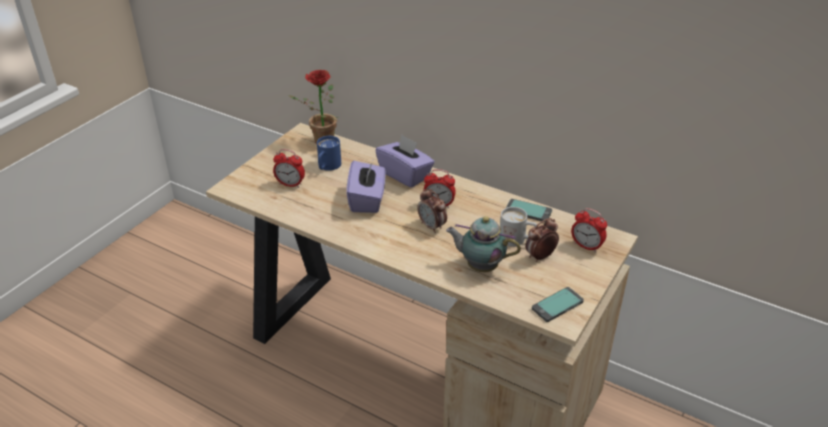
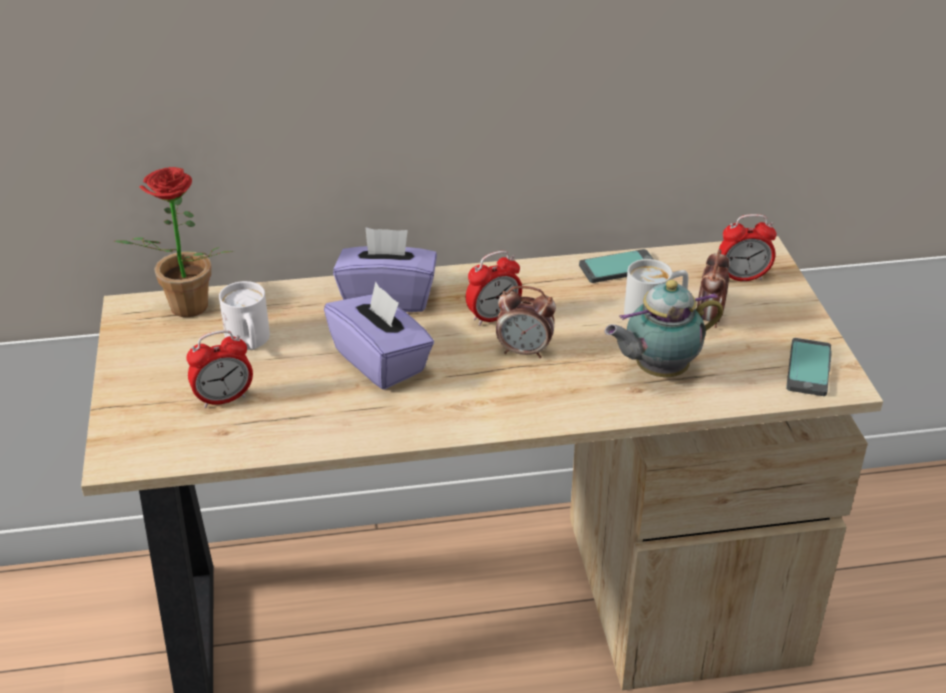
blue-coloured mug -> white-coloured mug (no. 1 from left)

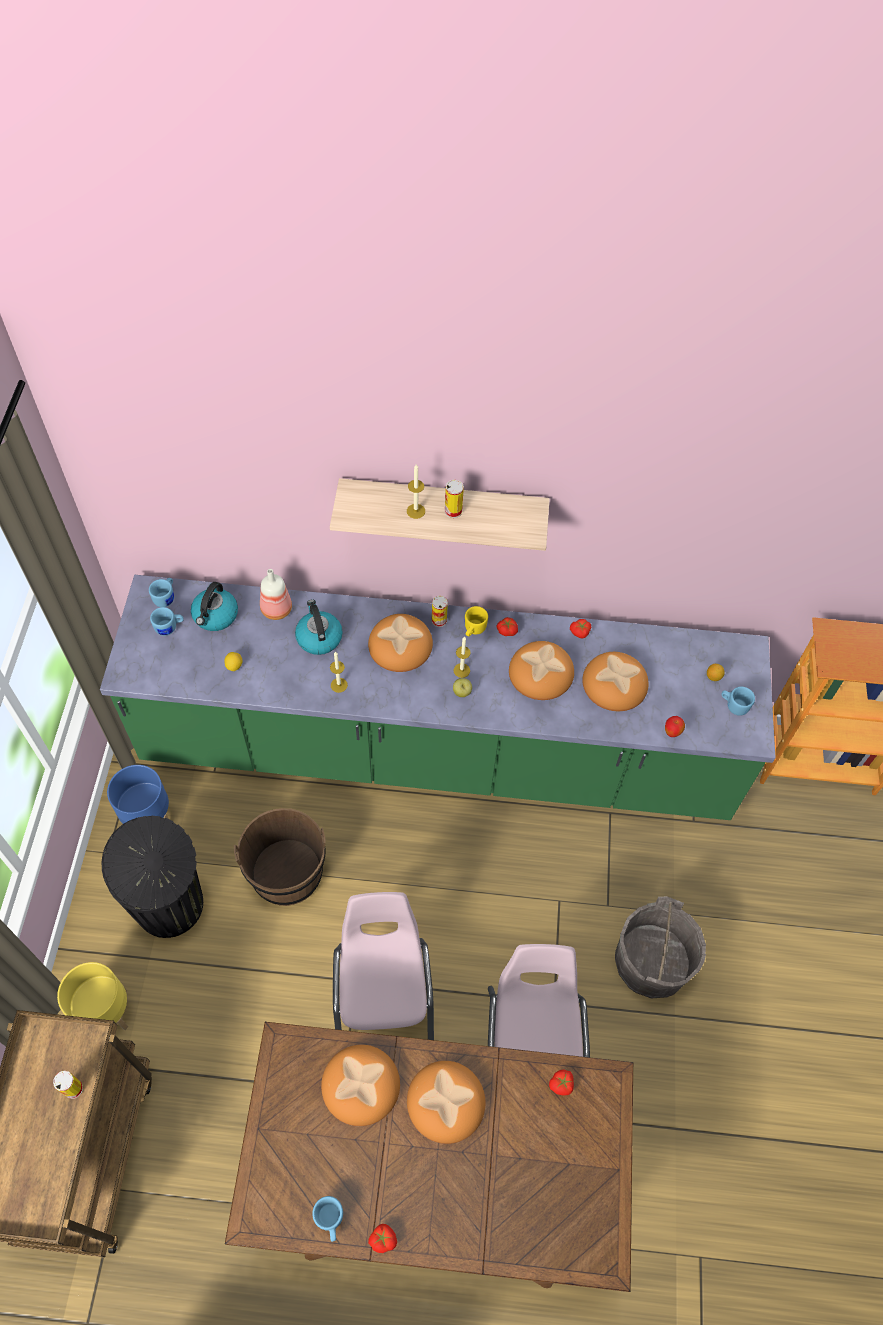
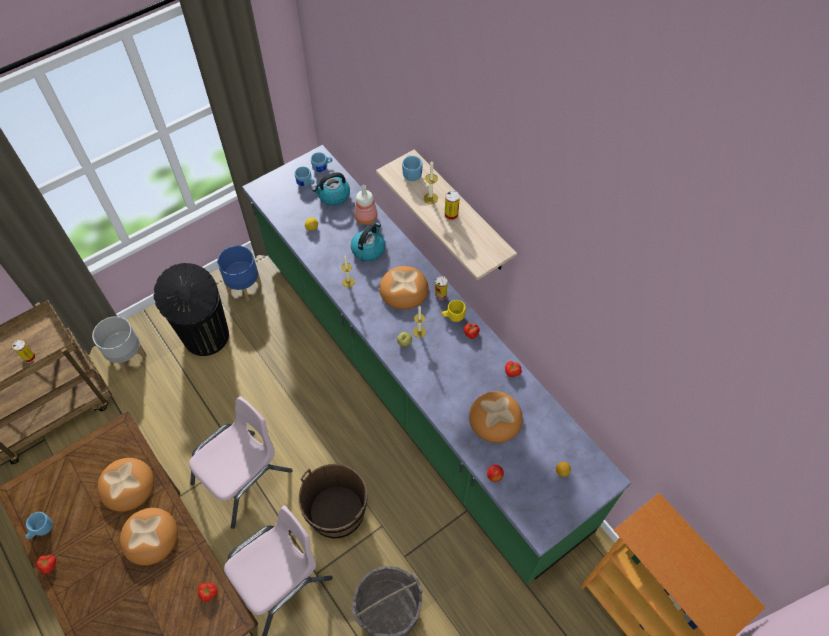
bread (no. 4 from left) -> none
brown-coloured bucket, relocated
blue-coloured mug (no. 4 from left), relocated
yellow-coloured flower pot -> greyish flower pot

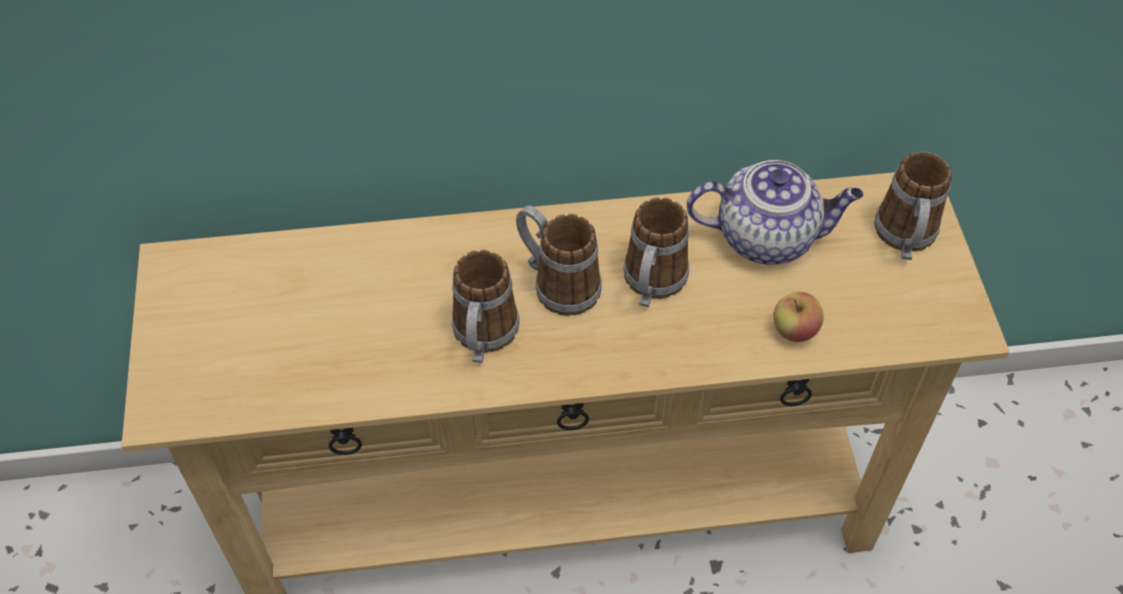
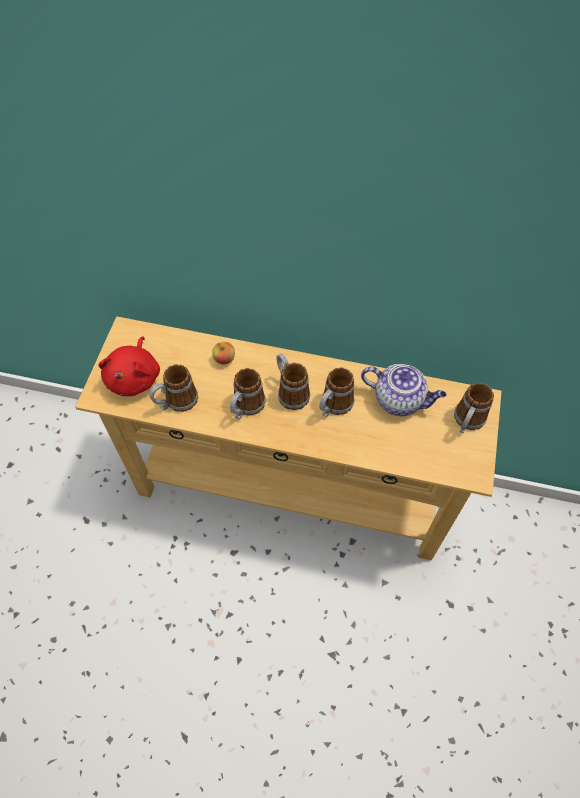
none -> red-coloured cuddly toy
none -> mug (no. 1 from left)
apple fruit, relocated

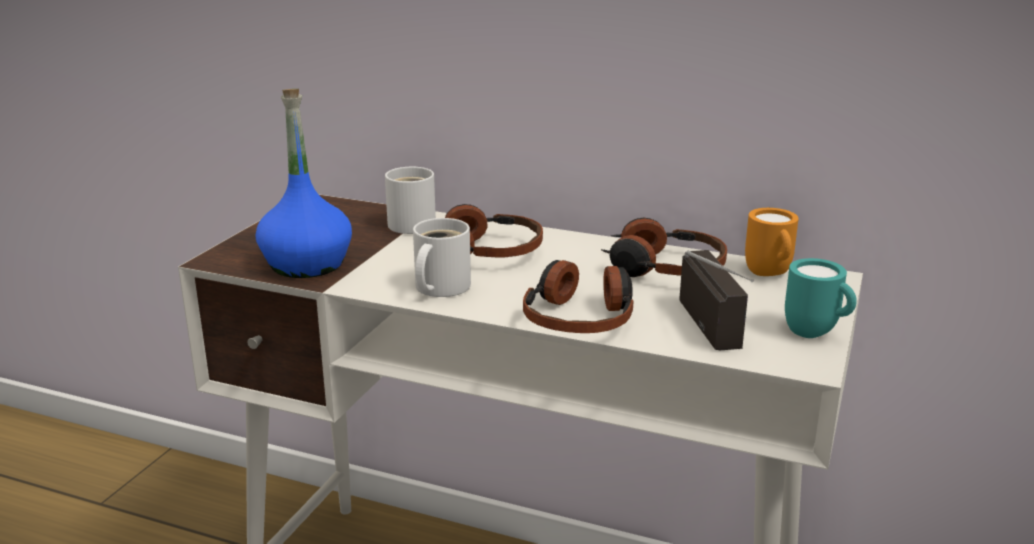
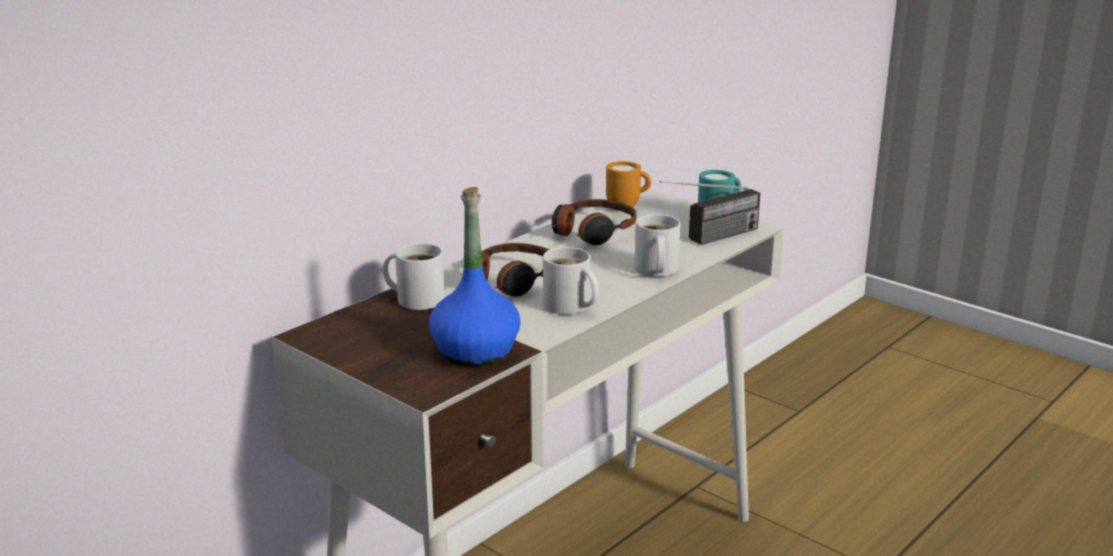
pair of headphones (no. 2 from left) -> white-coloured mug (no. 3 from left)
radio receiver, 135 degrees clockwise

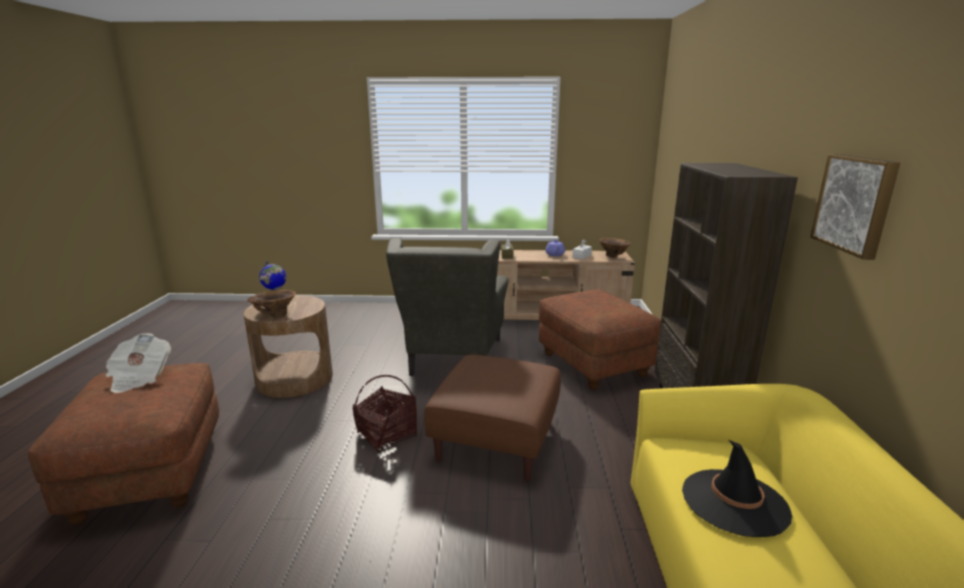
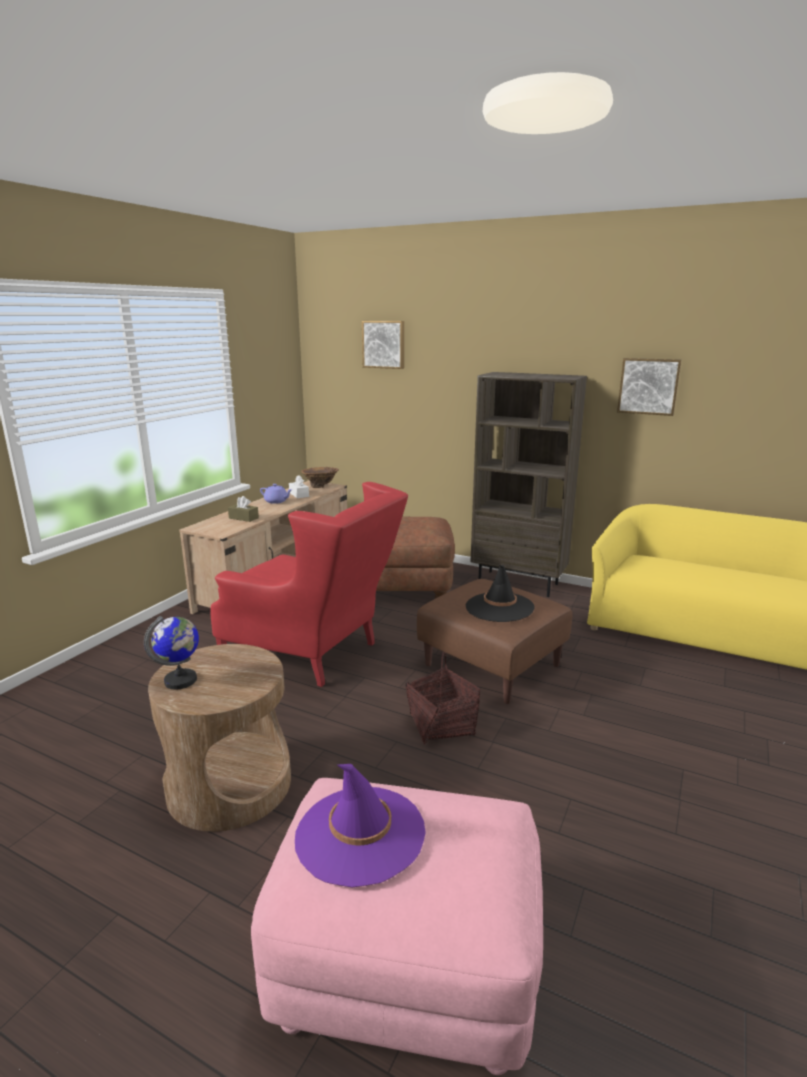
brown-coloured vase (no. 1 from left) -> none
none -> wall picture (no. 1 from left)
black hat, relocated
newspaper -> purple-coloured hat
brown-coloured footrest (no. 1 from left) -> pink footrest
greyish armchair -> red-coloured armchair

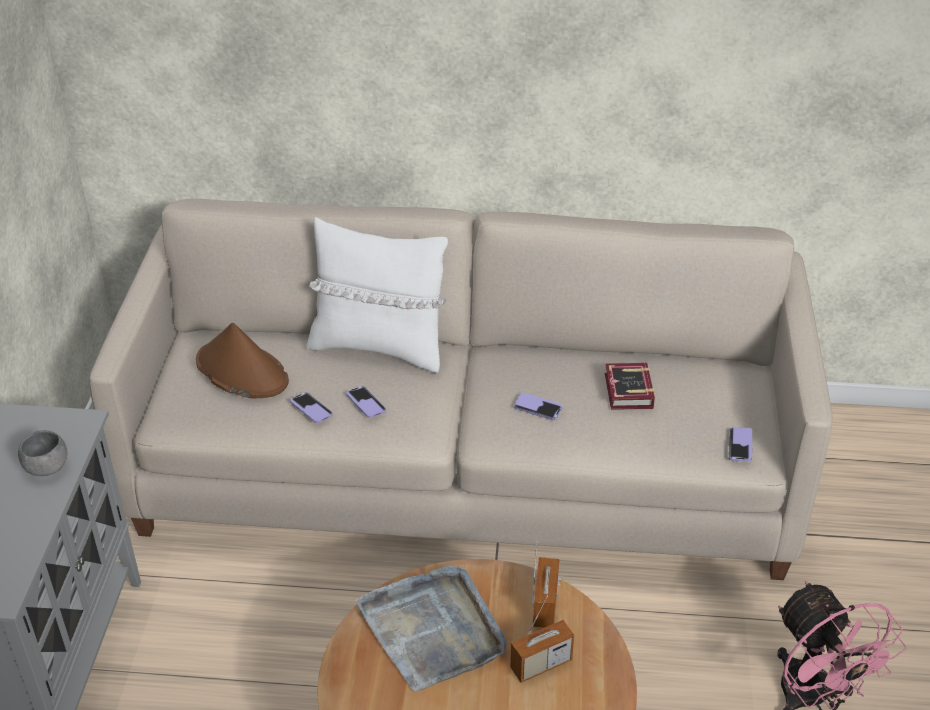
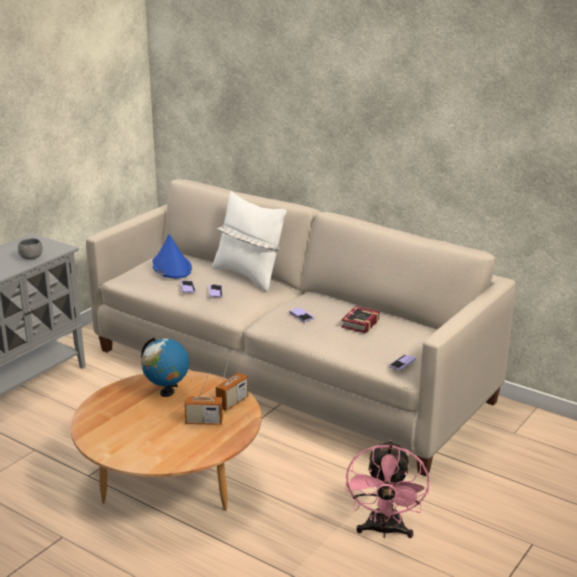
greyish tray -> globe
brown-coloured hat -> blue-coloured hat

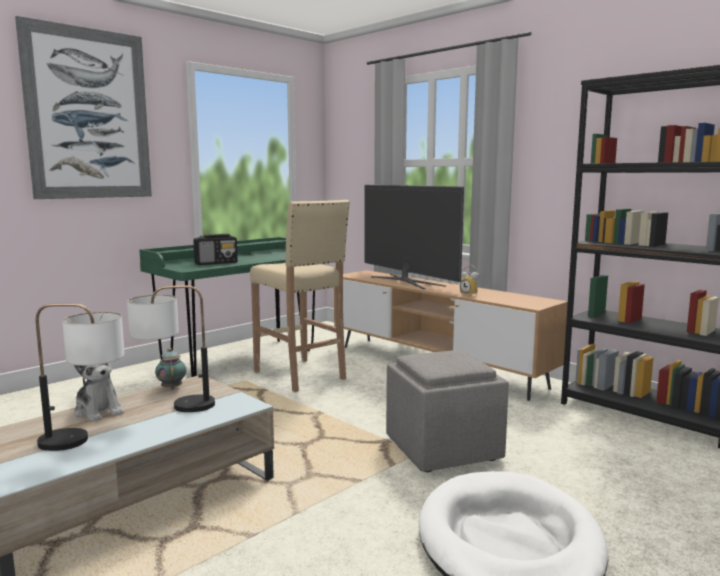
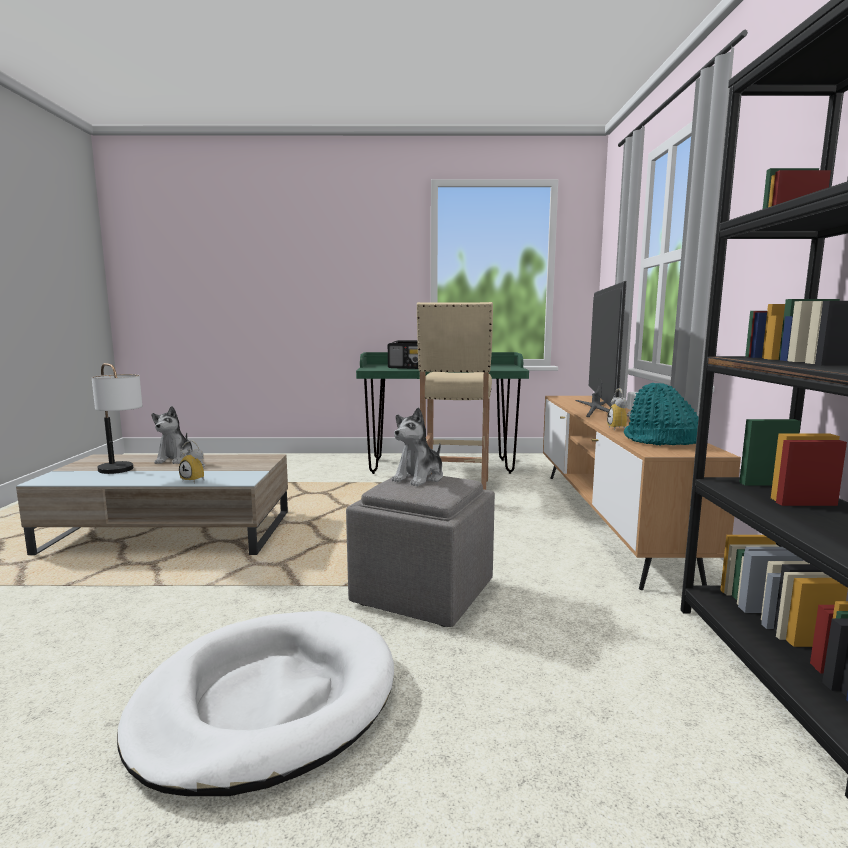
wall picture -> none
tabletop lamp (no. 2 from left) -> none
pot for tea -> none
none -> table clock (no. 1 from left)
none -> cuddly toy (no. 2 from left)
none -> turquoise-coloured hat

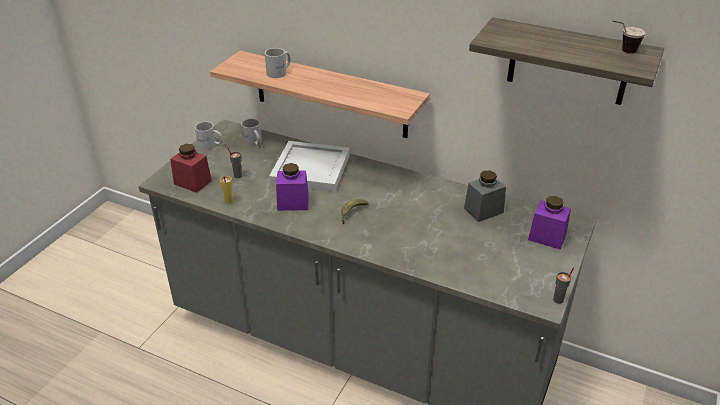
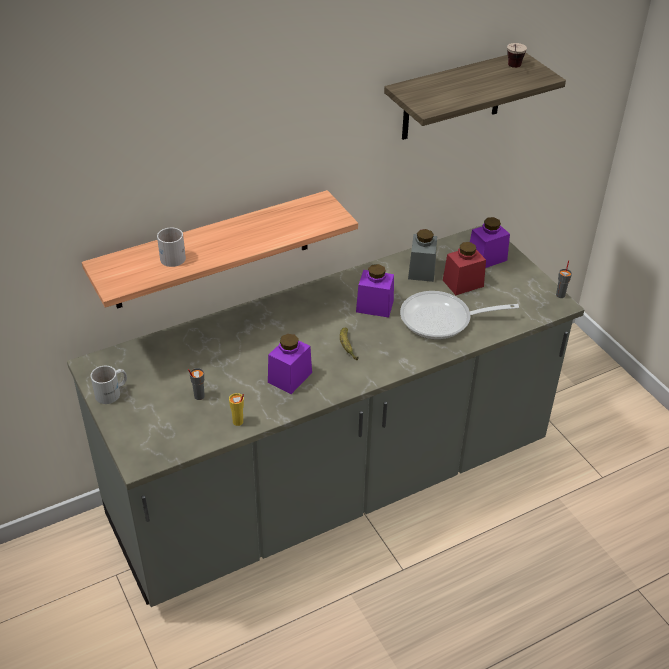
white-coloured mug (no. 2 from left) -> none
white-coloured tray -> none
none -> purple-coloured storage jar (no. 2 from left)
none -> pan
red-coloured storage jar, relocated

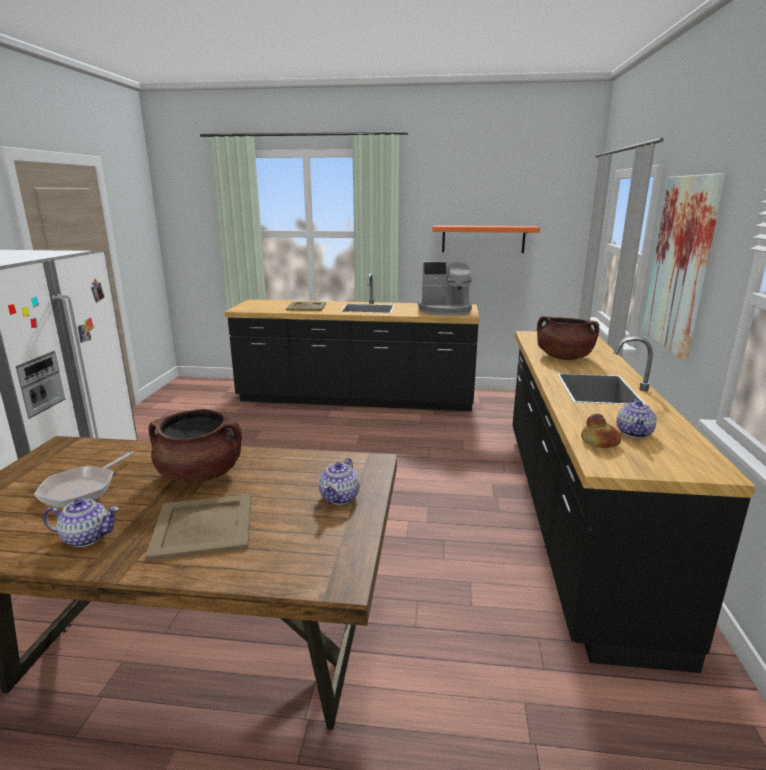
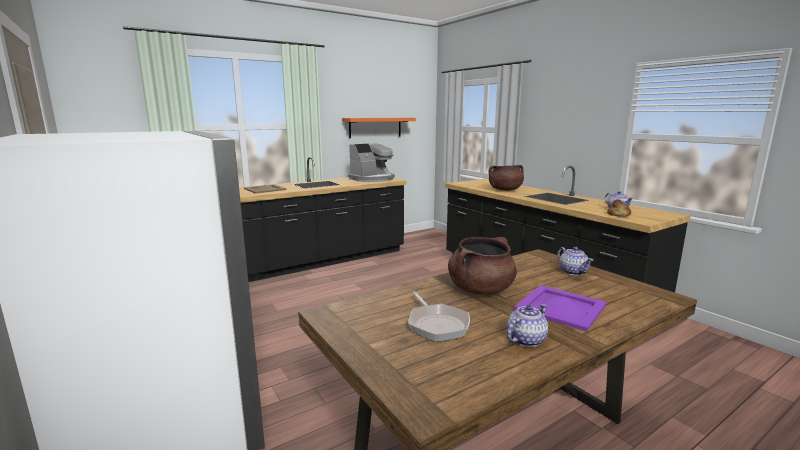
wall picture -> none
sand-coloured tray (no. 1 from left) -> purple-coloured tray

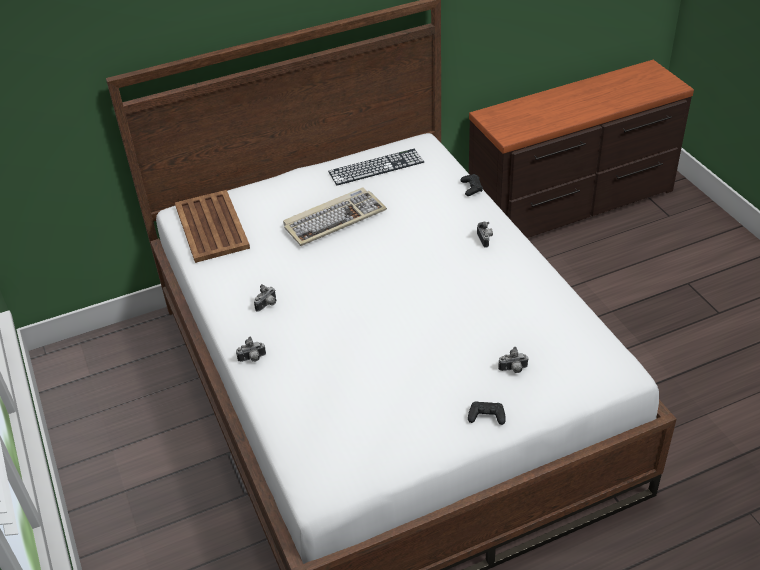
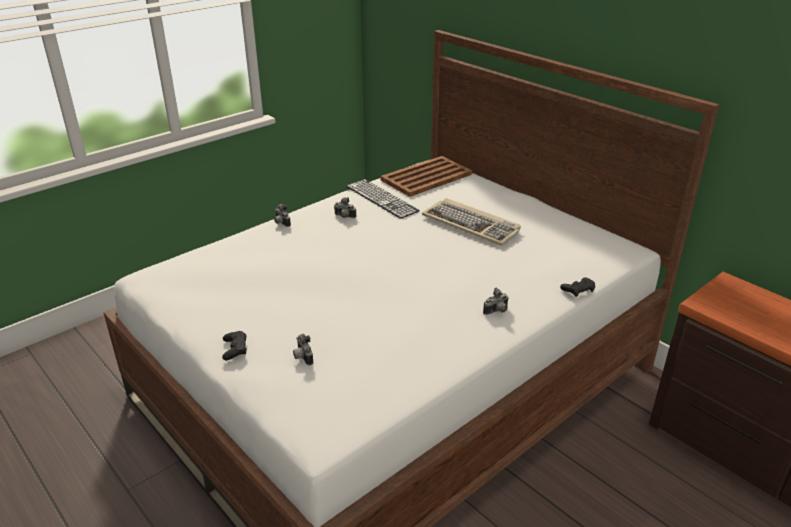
PC keyboard (no. 2 from left in the first image) -> PC keyboard (no. 1 from left), relocated

